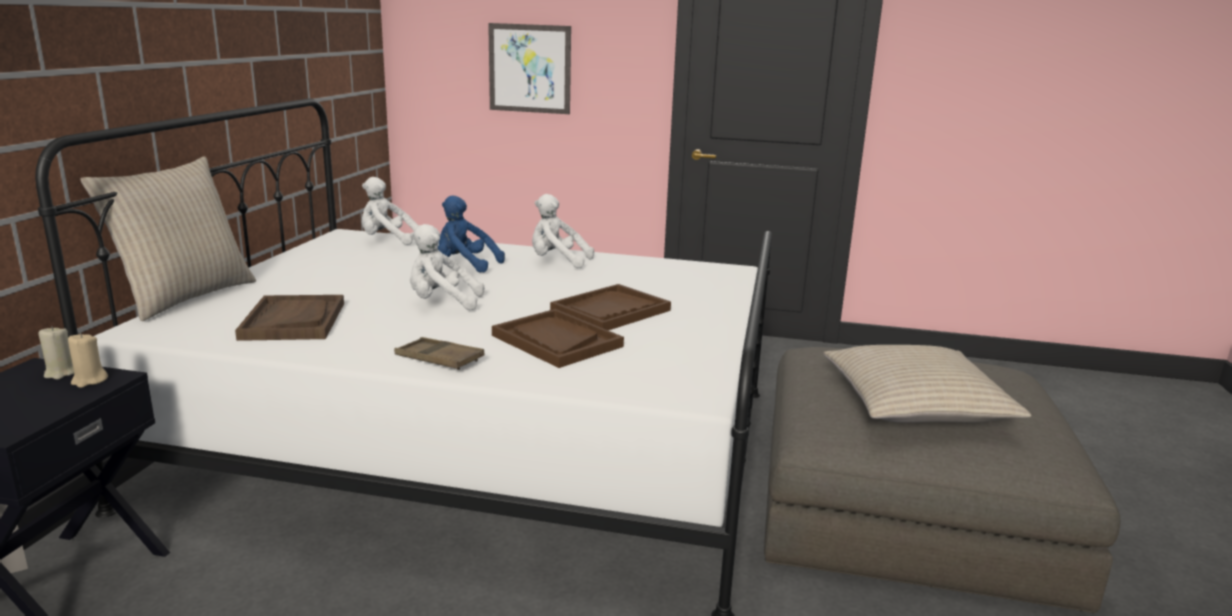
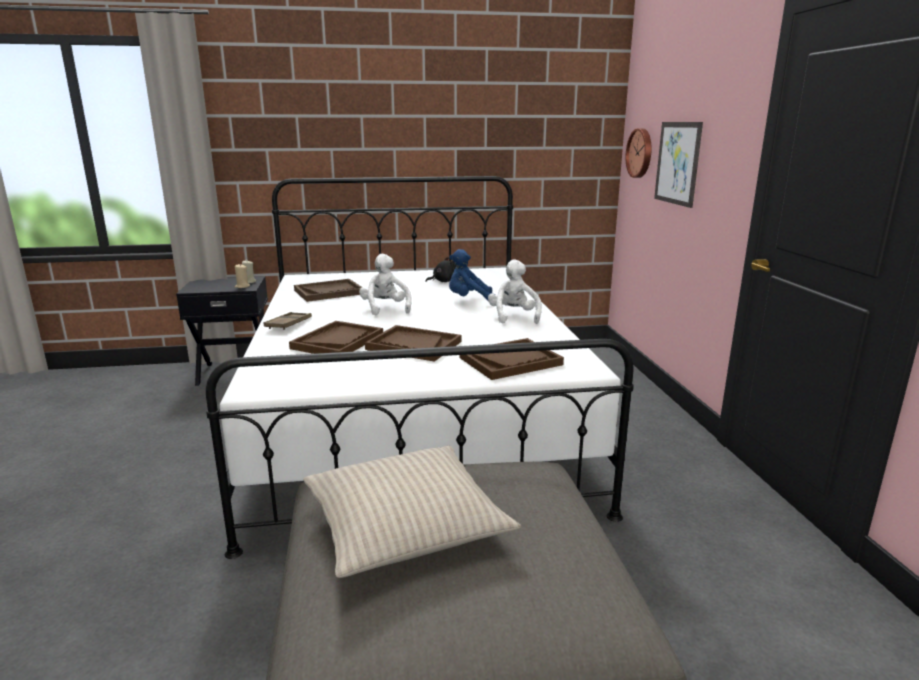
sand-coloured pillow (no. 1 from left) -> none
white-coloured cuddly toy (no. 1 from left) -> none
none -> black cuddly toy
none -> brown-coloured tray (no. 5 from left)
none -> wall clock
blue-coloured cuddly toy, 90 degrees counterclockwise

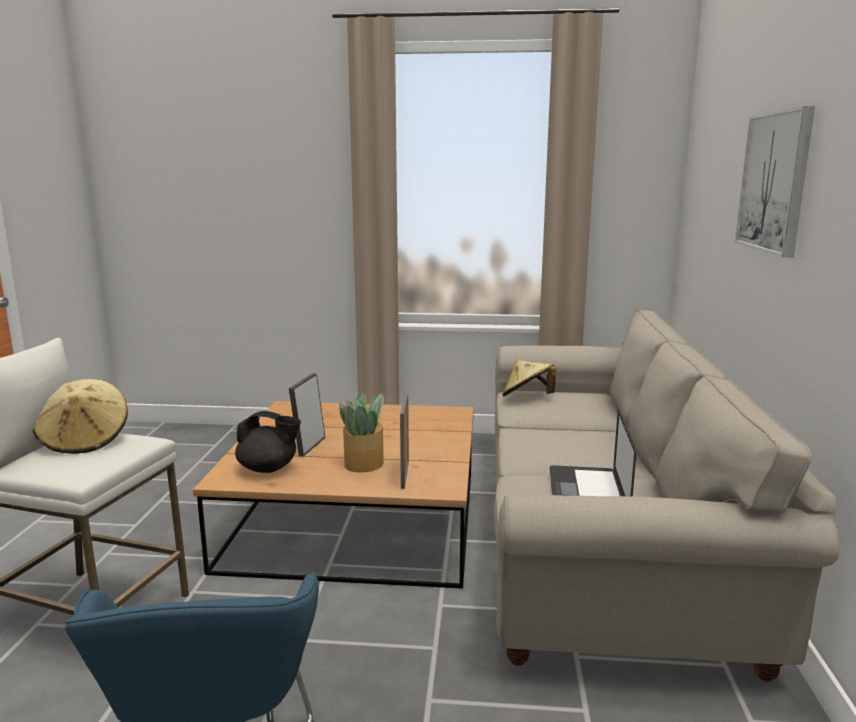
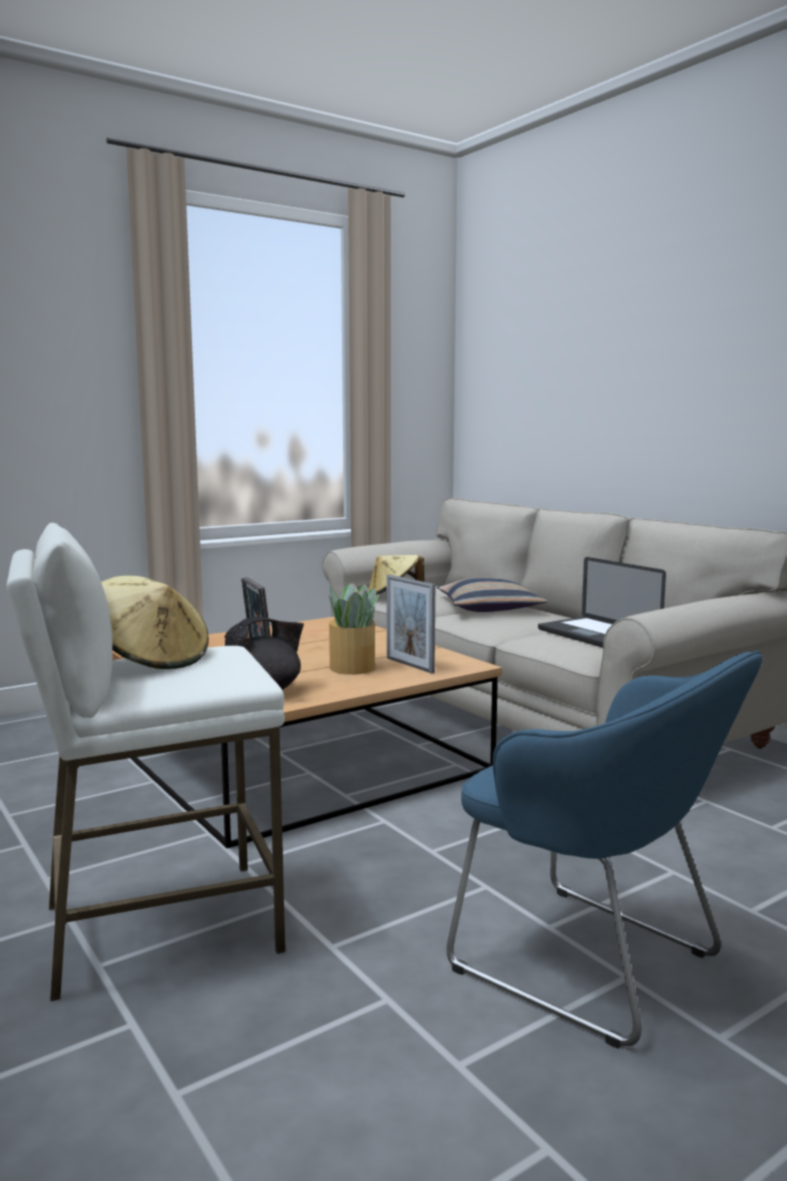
wall picture -> none
none -> pillow

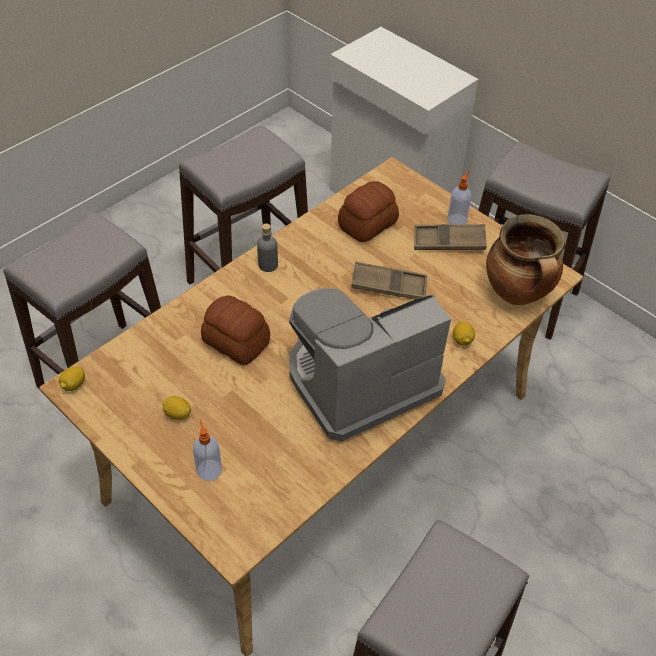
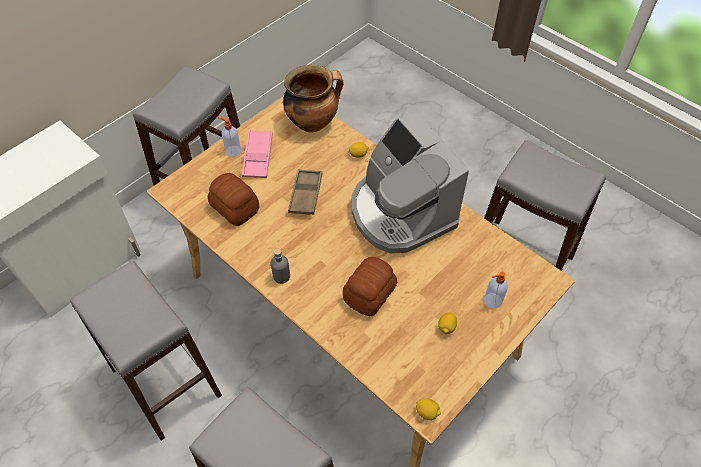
brown-coloured tray (no. 2 from left) -> pink tray

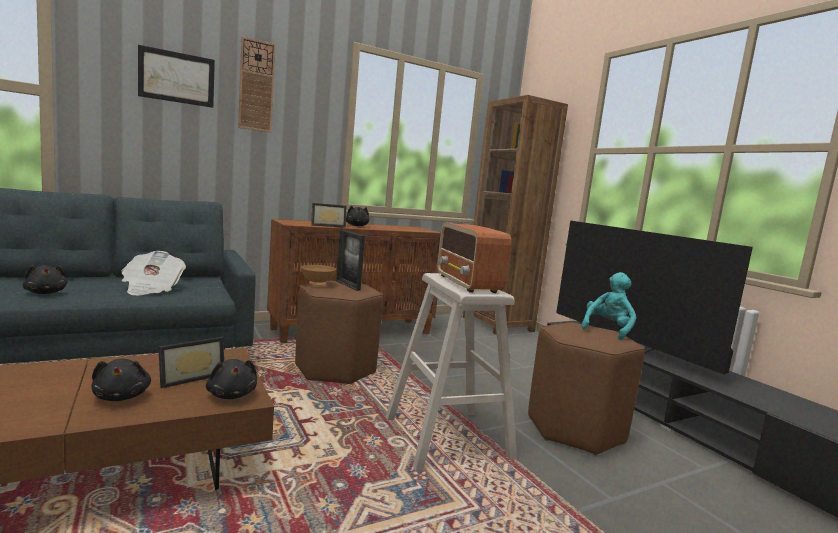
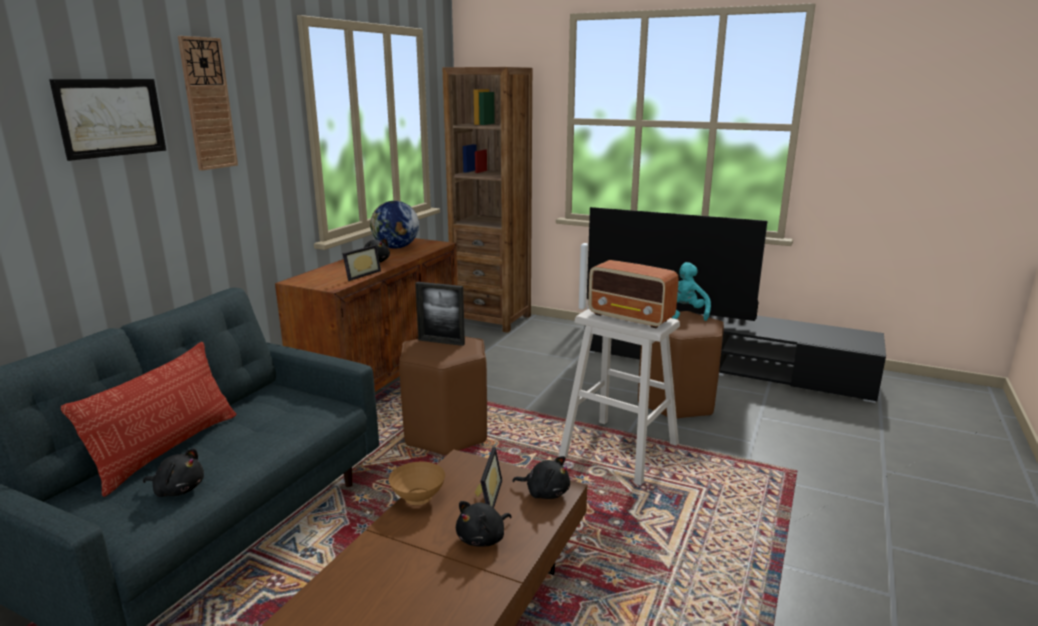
newspaper -> none
none -> pillow
none -> globe
brown-coloured bowl, relocated
black cuddly toy (no. 2 from left in the first image) -> black cuddly toy (no. 3 from left), 105 degrees clockwise

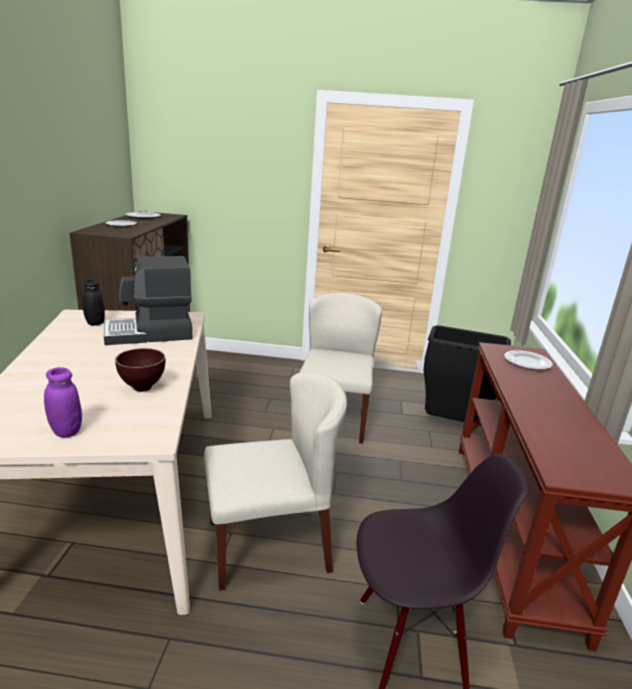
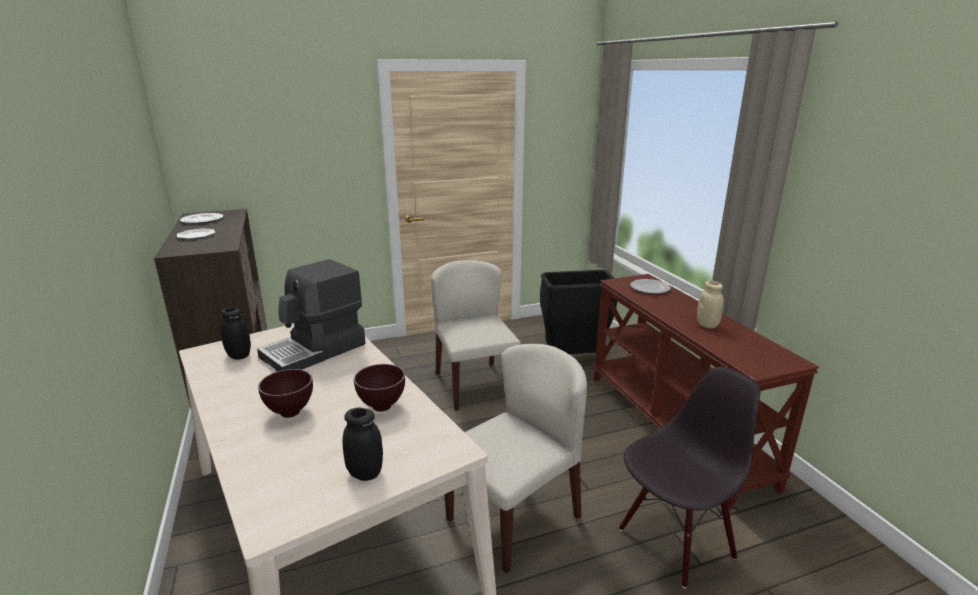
none -> brown-coloured bowl (no. 1 from left)
none -> sand-coloured storage jar
purple-coloured storage jar -> black storage jar (no. 2 from left)

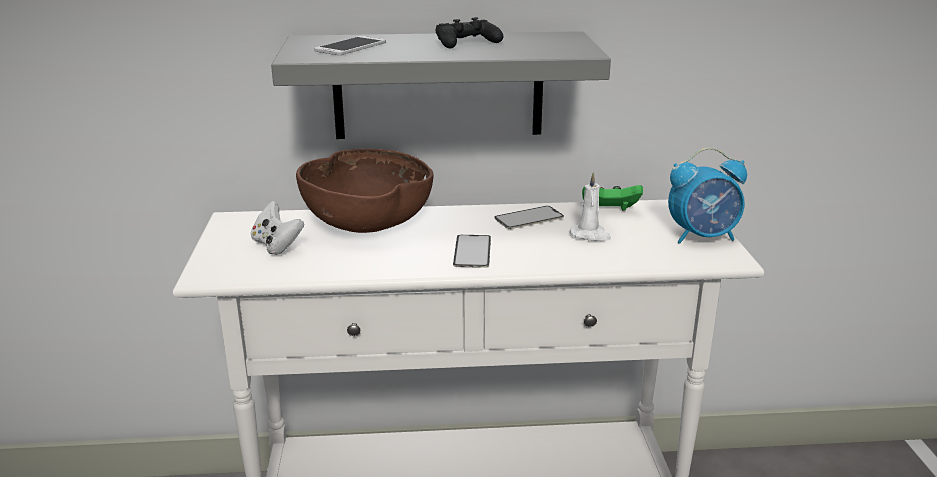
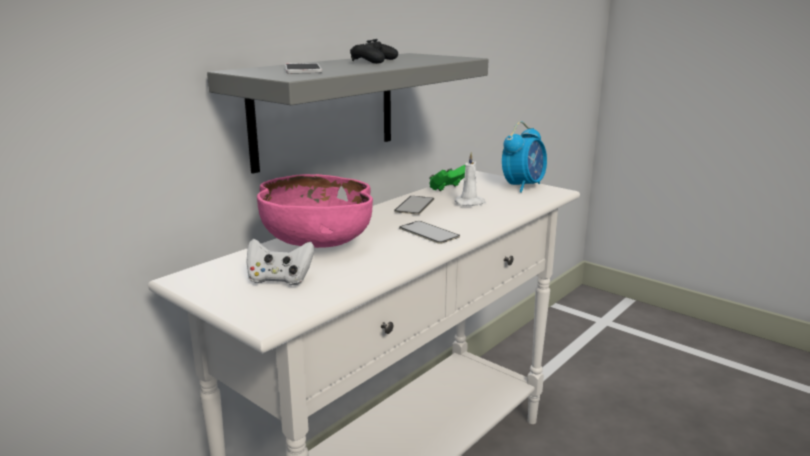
brown-coloured bowl -> pink bowl

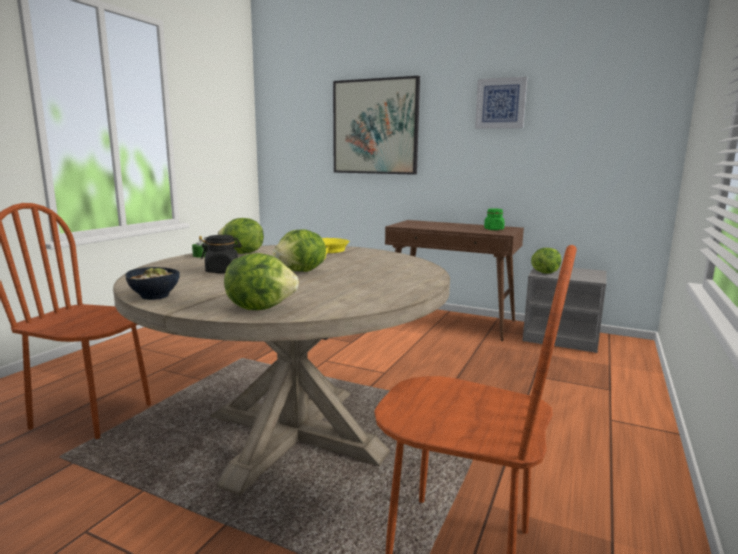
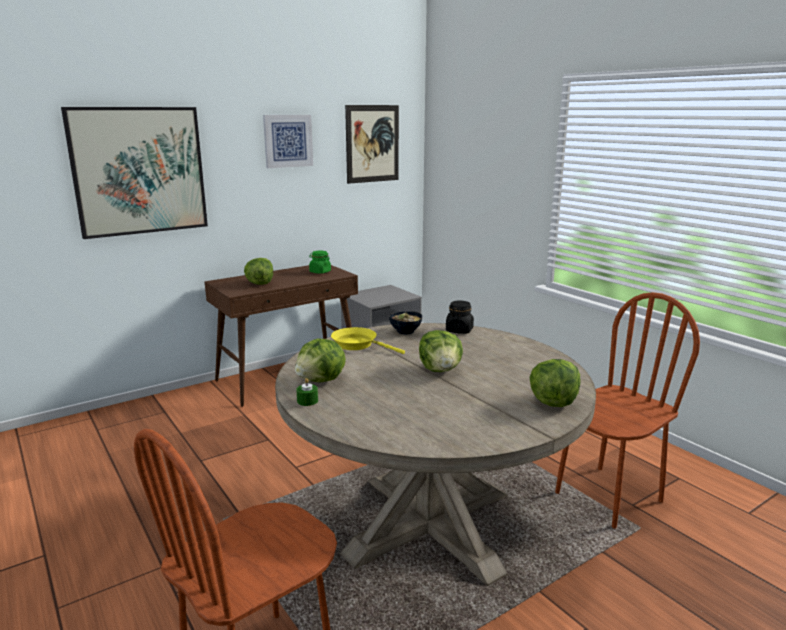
none -> wall picture (no. 3 from left)
bowl, relocated
black storage jar, relocated
lettuce head (no. 4 from left in the first image) -> lettuce head (no. 1 from left), relocated

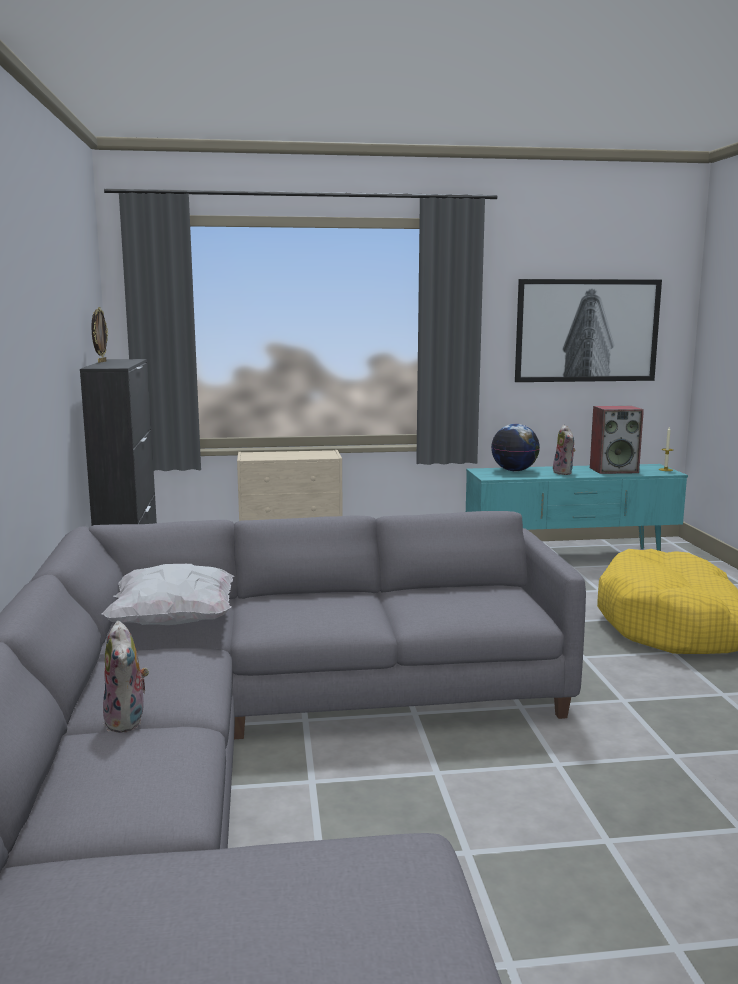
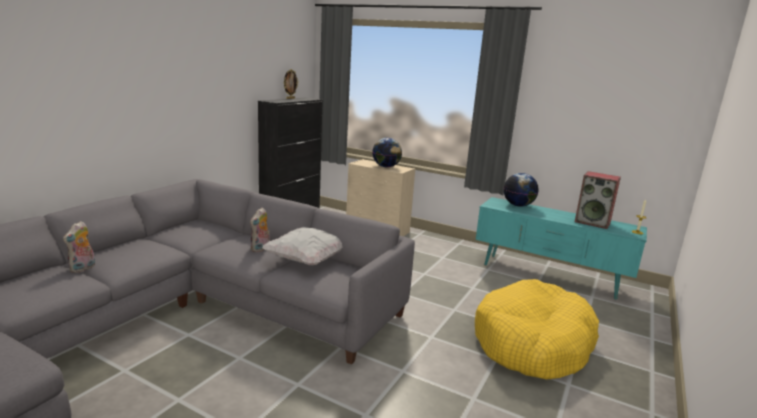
wall picture -> none
none -> globe (no. 1 from left)
white-coloured pillow, relocated
cuddly toy (no. 2 from left), relocated

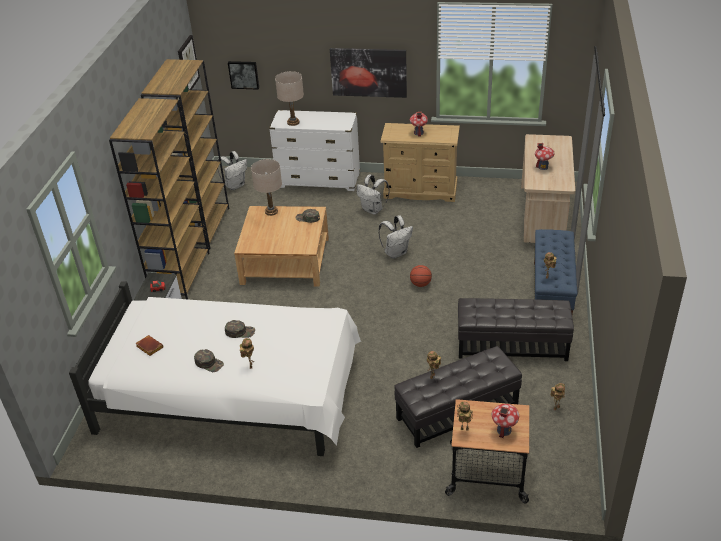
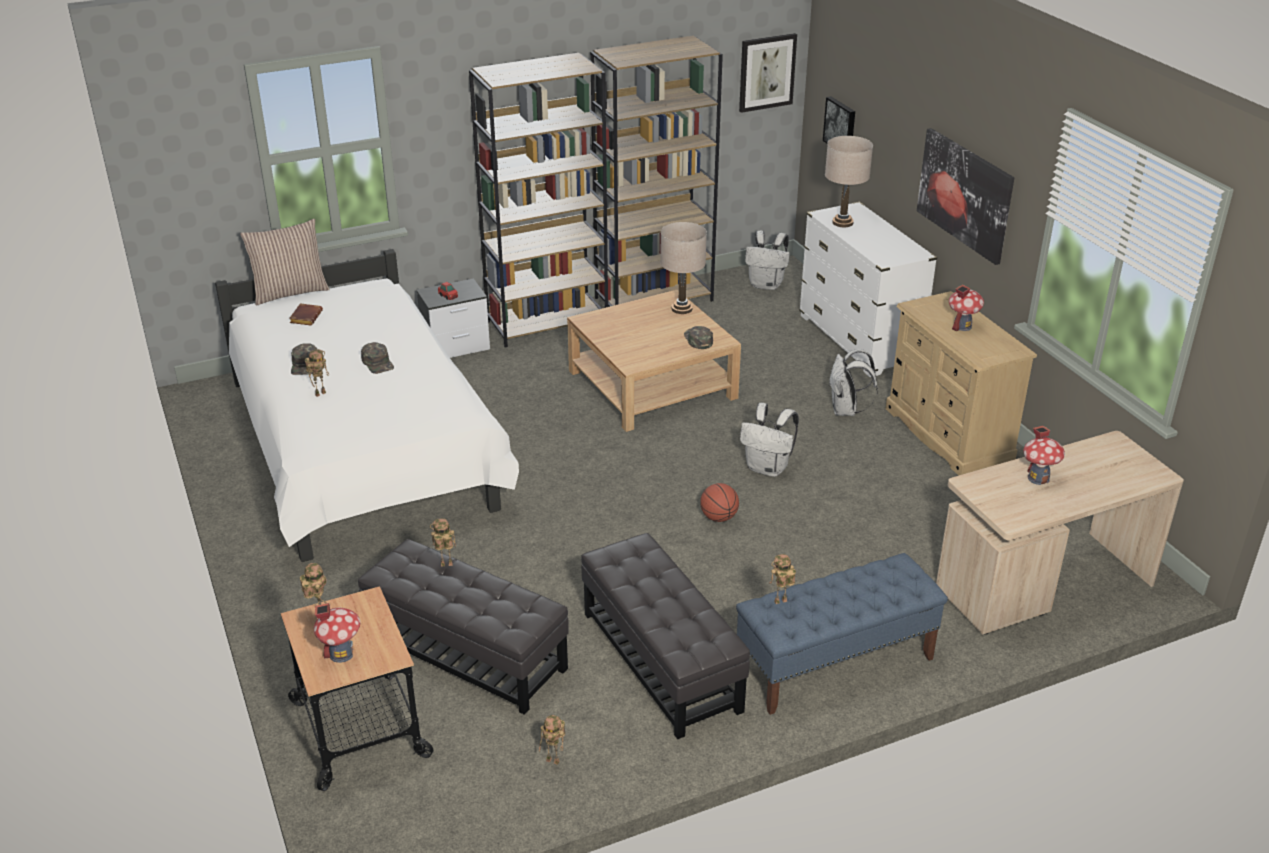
none -> pillow

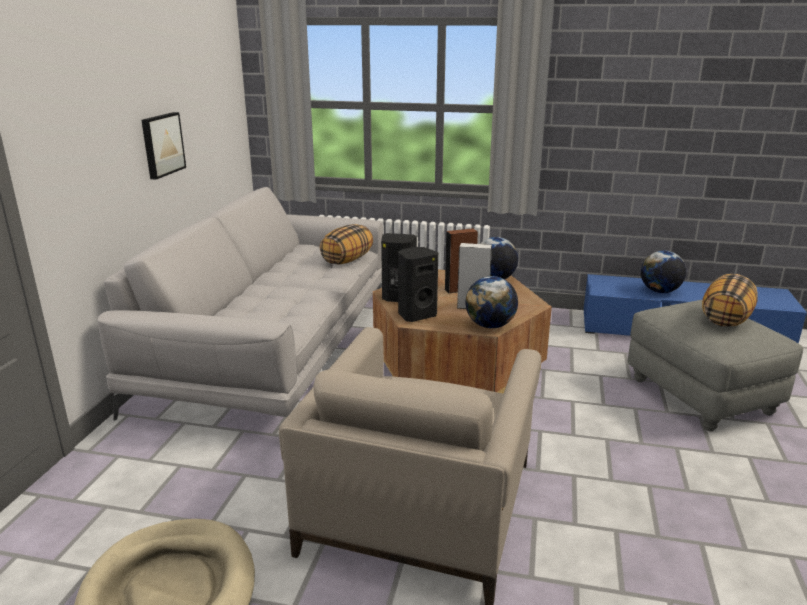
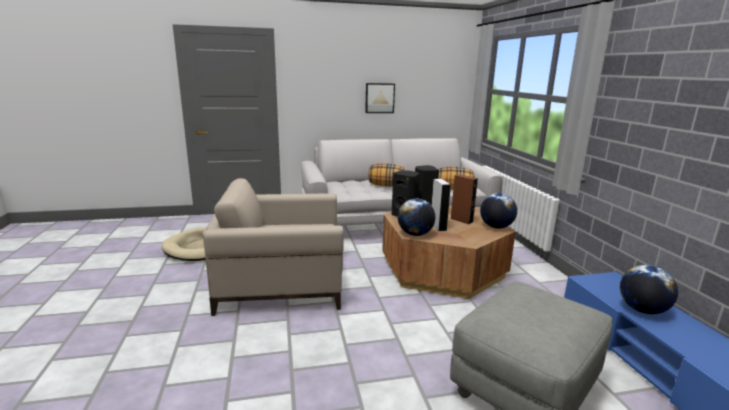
pillow (no. 2 from left in the first image) -> pillow (no. 1 from left), relocated

